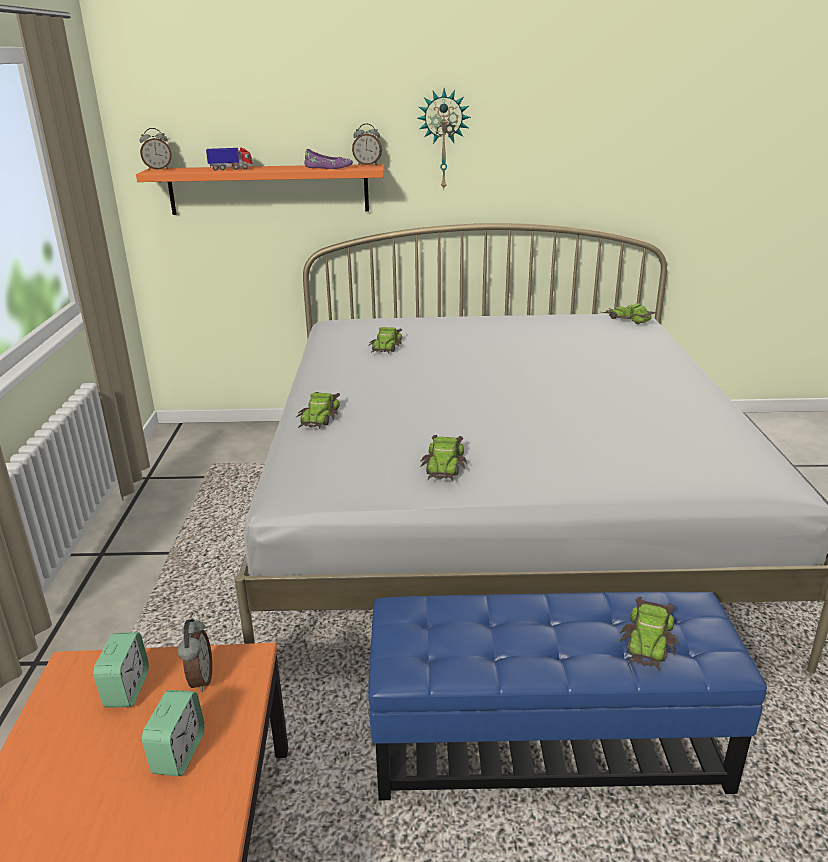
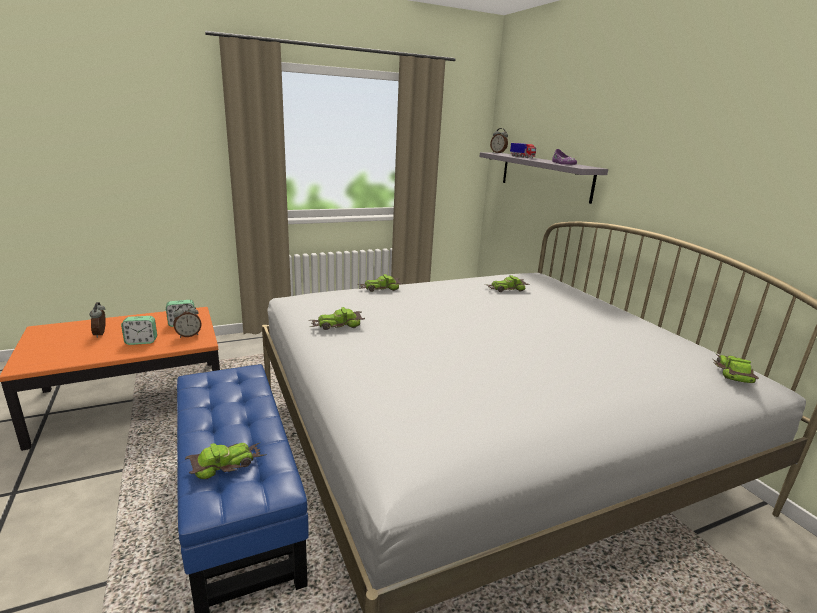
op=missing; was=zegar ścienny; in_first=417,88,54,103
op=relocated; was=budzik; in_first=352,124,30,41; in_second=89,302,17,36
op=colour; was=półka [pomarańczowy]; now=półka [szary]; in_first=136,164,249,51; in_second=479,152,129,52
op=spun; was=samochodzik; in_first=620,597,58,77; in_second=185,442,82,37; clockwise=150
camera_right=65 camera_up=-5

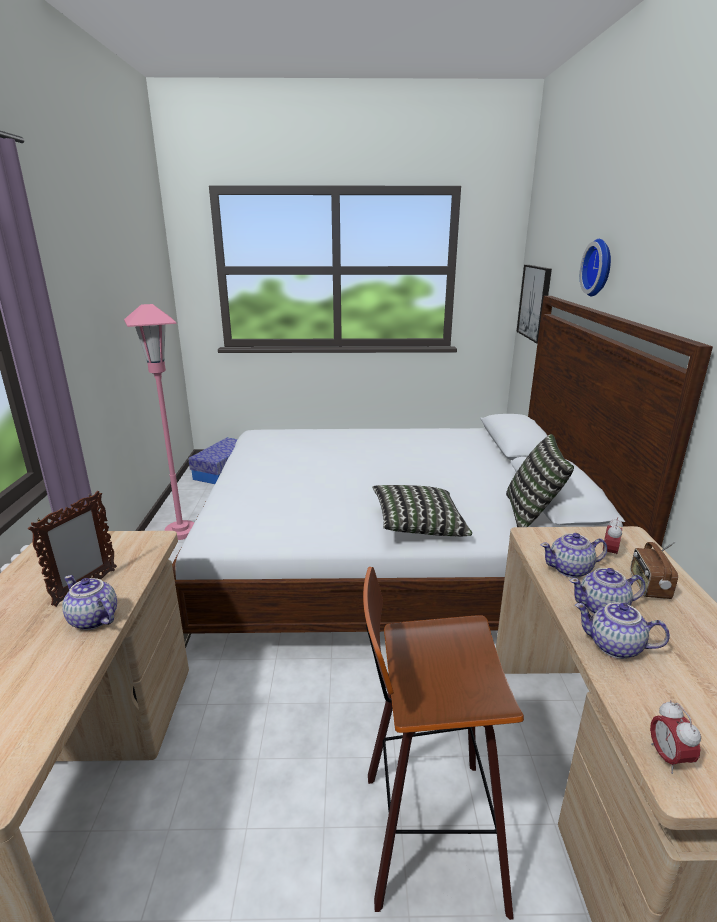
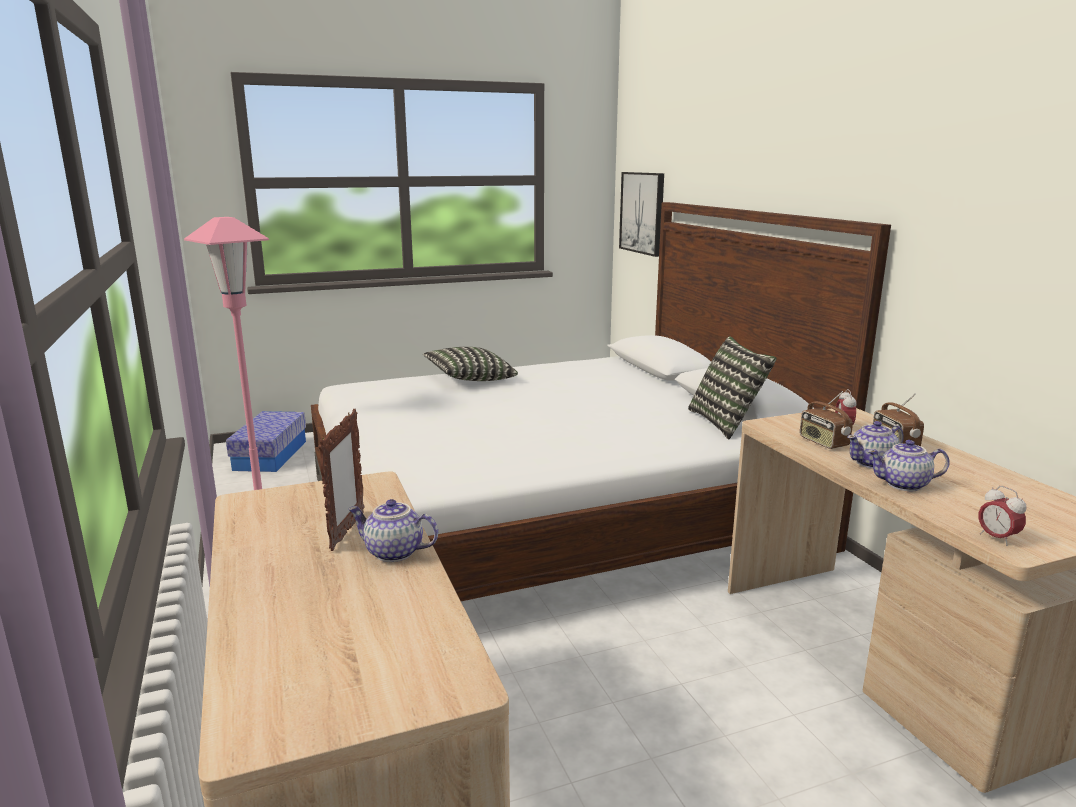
op=missing; was=stołek; in_first=363,567,161,353
op=missing; was=zegar ścienny; in_first=580,239,31,57
op=relocated; was=poduszka; in_first=372,485,100,52; in_second=423,347,95,34
op=exchanged; was=imbryk; now=radio; in_first=541,533,66,45; in_second=800,391,53,58
camera_right=-20 camera_up=-5

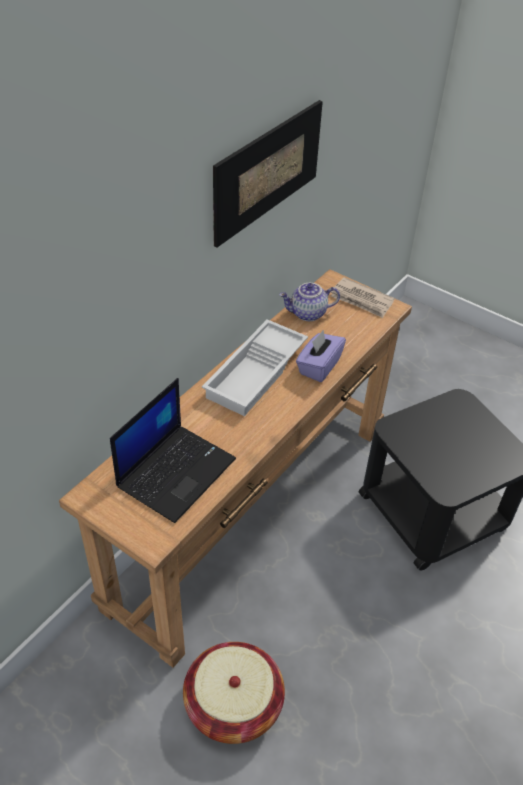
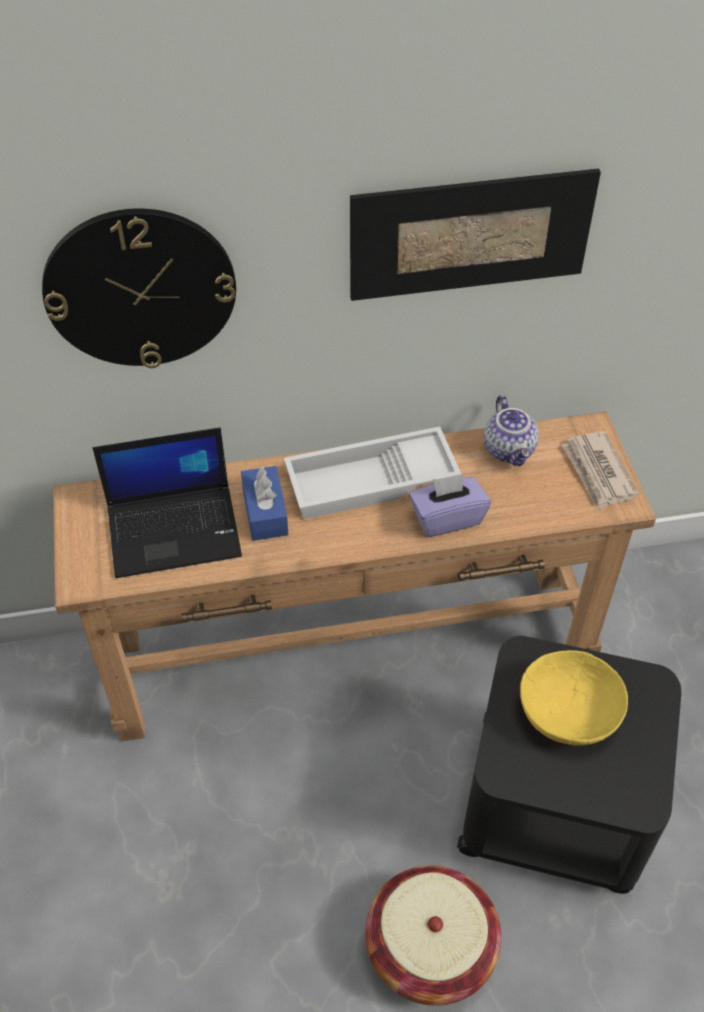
op=appeared; now=zegar ścienny; in_second=42,208,194,160
op=appeared; now=pudełko chusteczek [niebieski]; in_second=241,466,48,75
op=appeared; now=miska [żółty]; in_second=520,650,108,96
op=relocated; was=koszyk; in_first=183,642,102,102; in_second=365,865,136,141
op=spun; was=imbryk; in_first=279,283,61,38; in_second=484,395,55,71; clockwise=-135
camera_right=45 camera_up=5

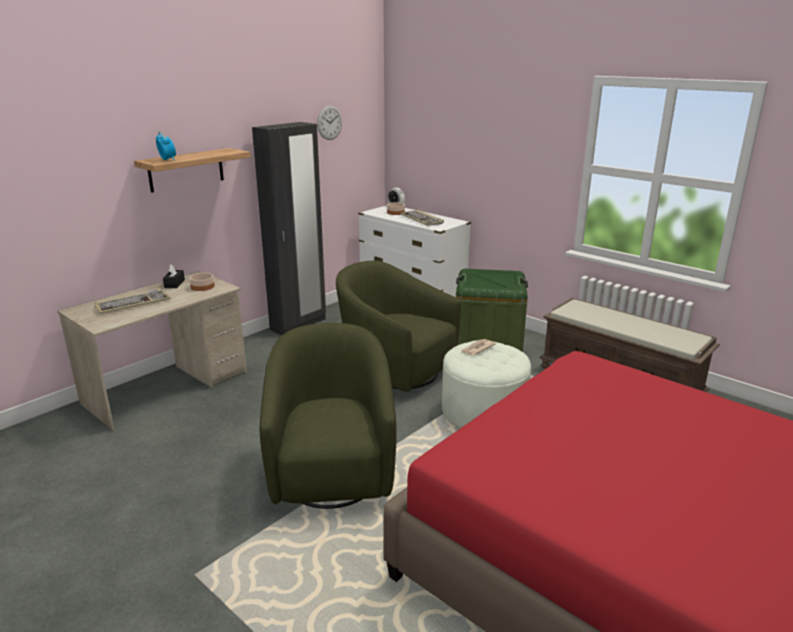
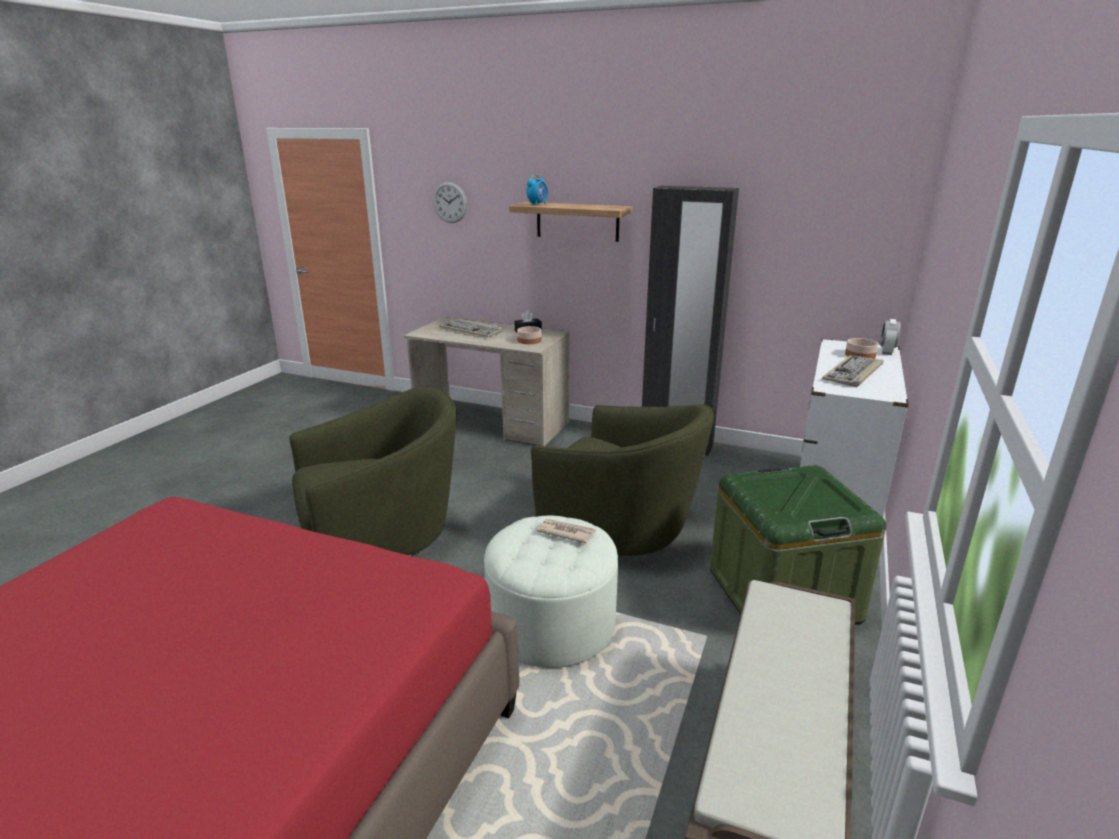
op=relocated; was=zegar ścienny; in_first=317,106,25,34; in_second=433,182,35,41
op=spun; was=fotel [zielony]; in_first=336,261,125,131; in_second=531,404,183,152; clockwise=105
camera_right=70 camera_up=0

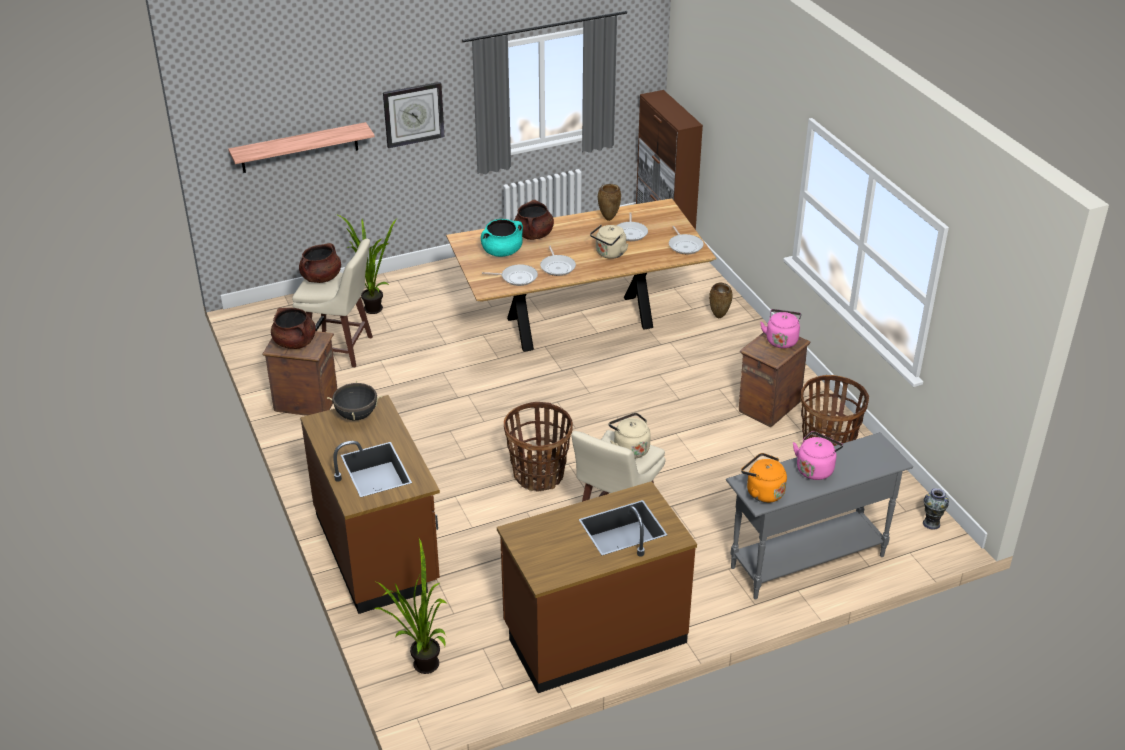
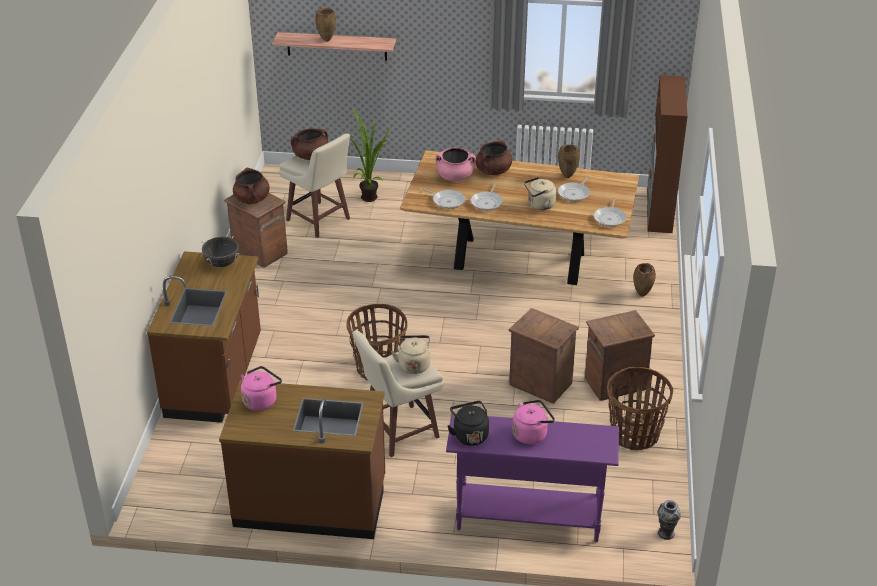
op=missing; was=roślina doniczkowa; in_first=374,539,73,135
op=missing; was=zegar ścienny; in_first=383,82,61,66
op=appeared; now=wazon [brązowy]; in_second=315,8,21,34
op=appeared; now=skrzynka; in_second=509,308,70,96
op=relocated; was=czajnik [różowy]; in_first=760,309,41,39; in_second=241,366,41,45
op=colour; was=garnek [turkusowy]; now=garnek [różowy]; in_first=481,219,42,38; in_second=436,147,40,34
op=colour; was=stolik konsolowy [szary]; now=stolik konsolowy [fioletowy]; in_first=726,432,187,168; in_second=446,414,173,128
op=colour; was=czajnik [pomarańczowy]; now=czajnik [czarny]; in_first=741,453,46,50; in_second=448,401,41,45
camera_right=30 camera_up=0

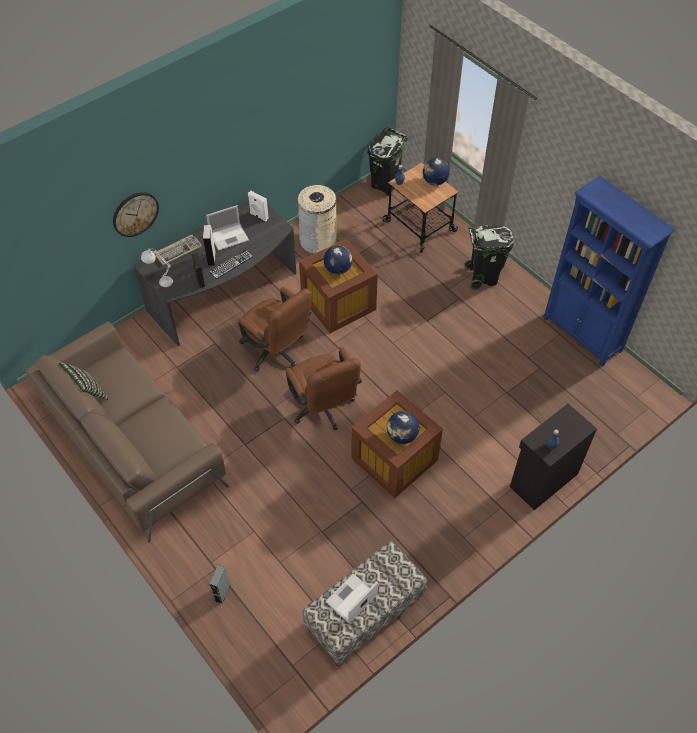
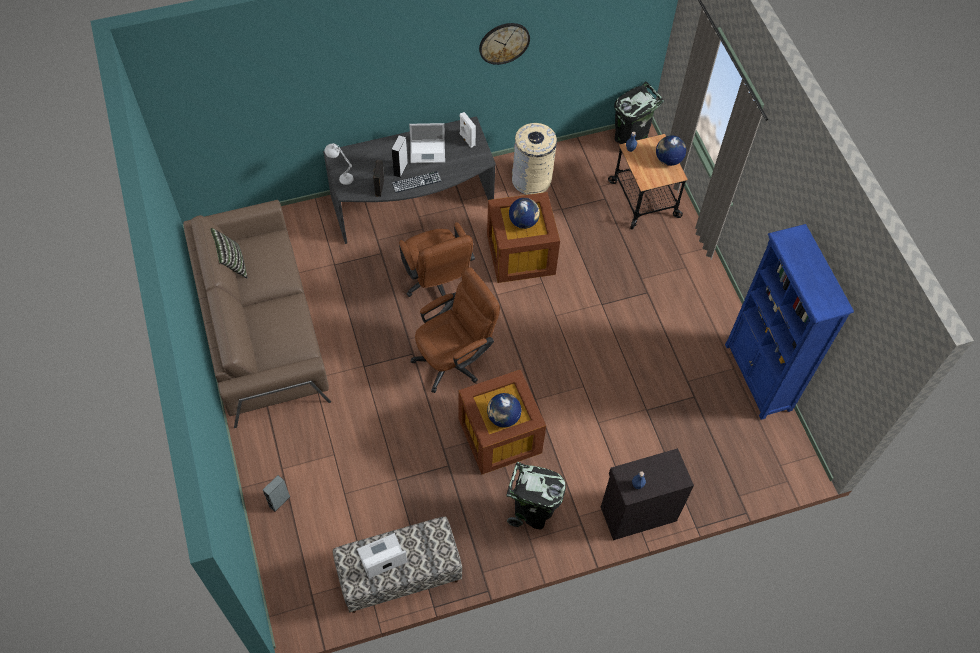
op=missing; was=klawiatura; in_first=155,235,47,30
op=relocated; was=zegar ścienny; in_first=113,192,46,45; in_second=479,23,51,42
op=relocated; was=kosz na śmieci [czarny]; in_first=465,225,49,65; in_second=506,461,60,68
op=spun; was=krzesło biurowe [brązowy]; in_first=286,347,76,84; in_second=411,267,89,126; clockwise=-120
camera_right=20 camera_up=5

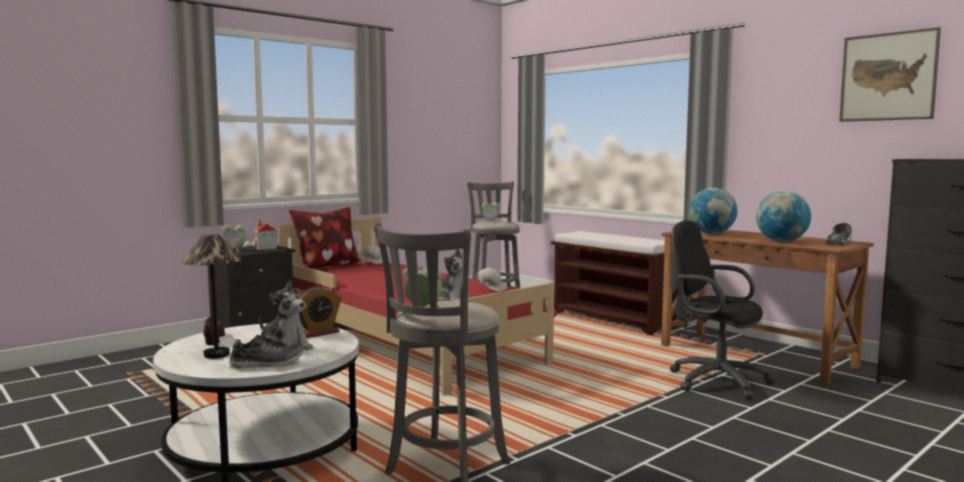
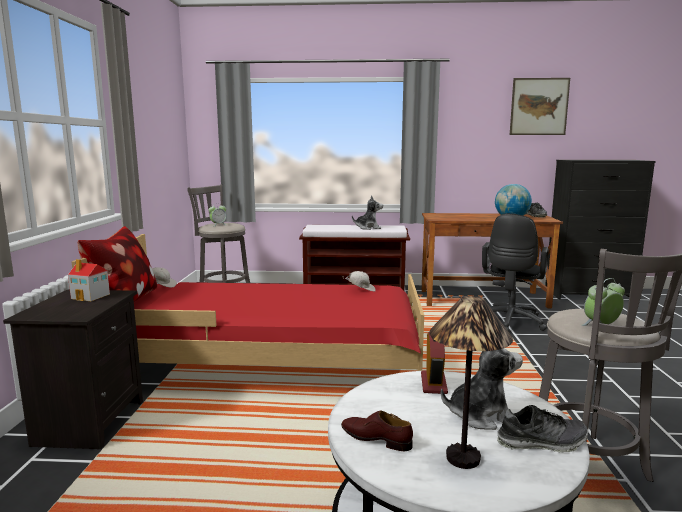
op=missing; was=budzik; in_first=222,221,24,31
op=missing; was=globus; in_first=689,188,49,46
op=relocated; was=pluszak; in_first=437,249,35,52; in_second=352,196,31,34
op=spun; was=but; in_first=229,335,74,35; in_second=497,405,91,47; clockwise=60
op=spun; was=krzesło biurowe [czarny]; in_first=670,220,105,180; in_second=482,213,67,118; clockwise=-60
camera_right=-45 camera_up=5

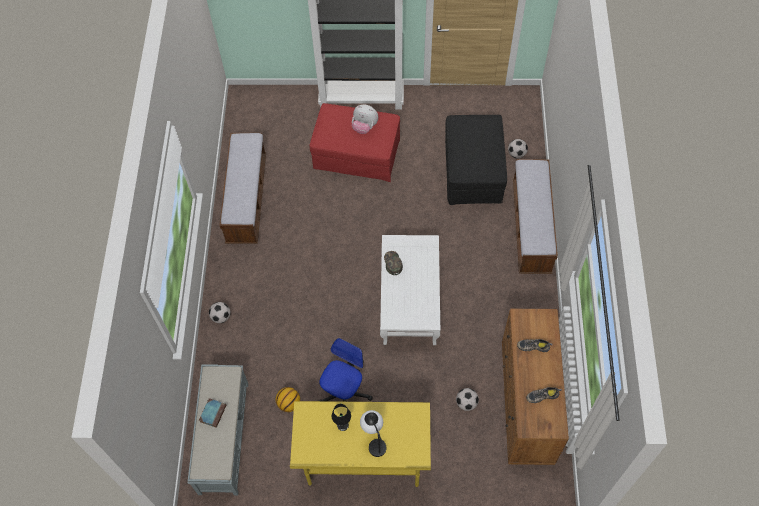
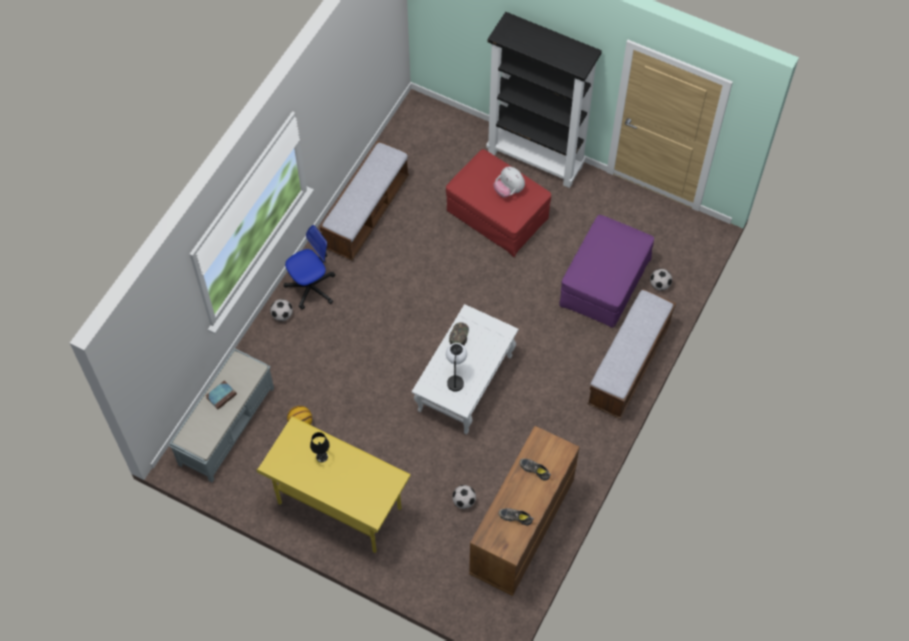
op=relocated; was=krzesło biurowe; in_first=318,338,55,64; in_second=284,225,51,85
op=relocated; was=lampa stołowa; in_first=360,410,26,47; in_second=446,343,21,49
op=colour; was=pufa [czarny]; now=pufa [fioletowy]; in_first=445,115,62,90; in_second=559,215,95,113
camera_right=25 camera_up=0

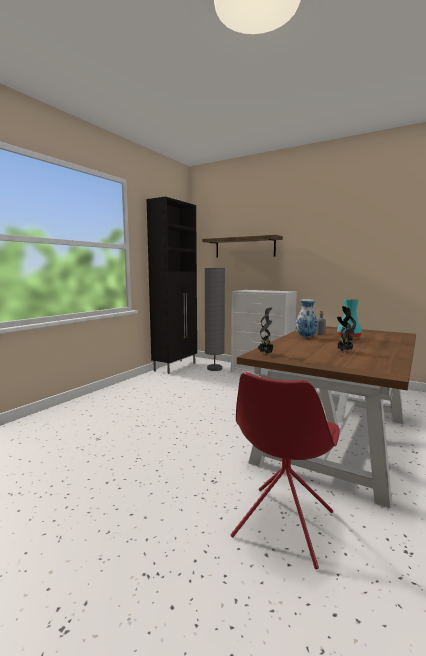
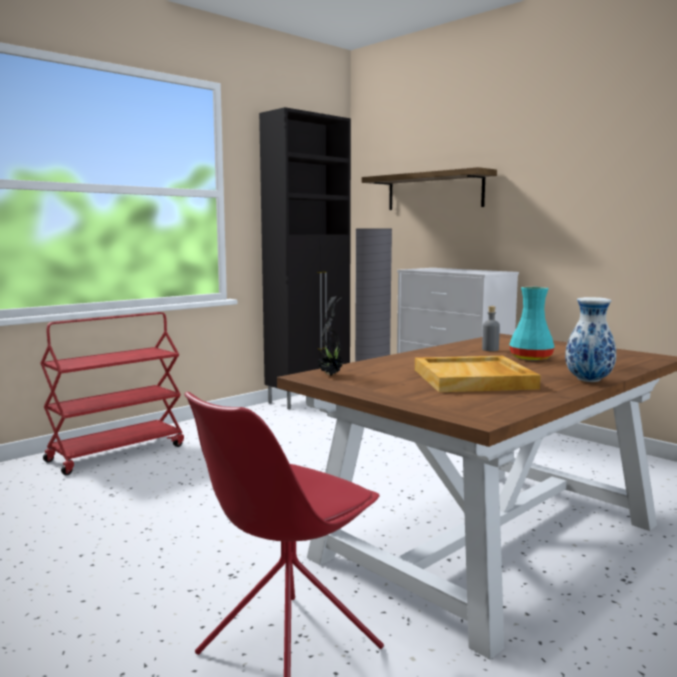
op=appeared; now=wózek [czerwony]; in_second=40,312,144,163
op=relocated; was=wazon; in_first=296,299,22,39; in_second=565,297,51,85
op=exchanged; was=roślina doniczkowa; now=taca [beżowy]; in_first=337,306,19,45; in_second=415,356,126,36
camera_right=15 camera_up=0

